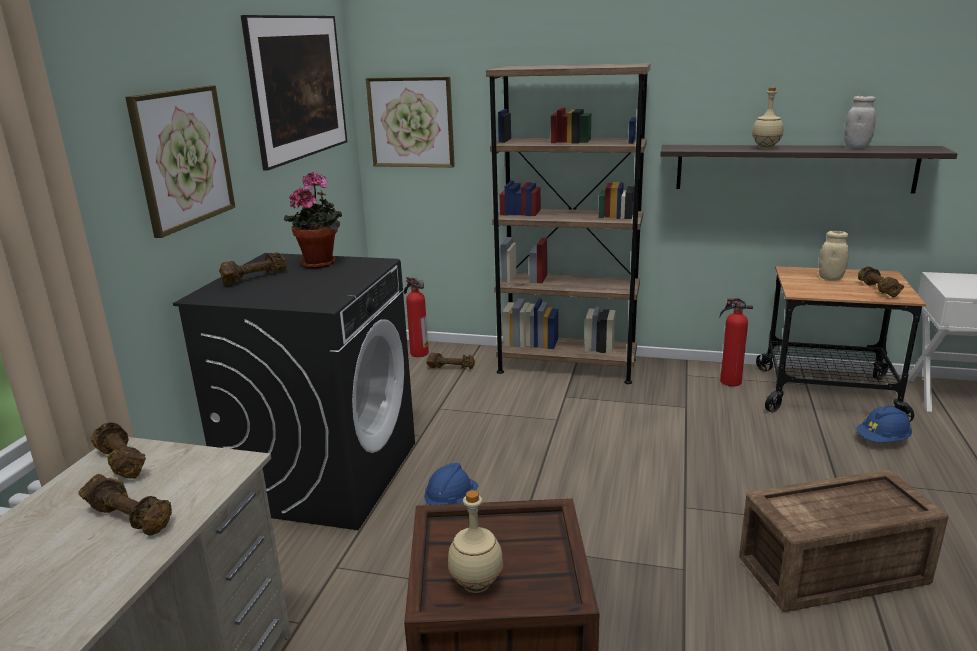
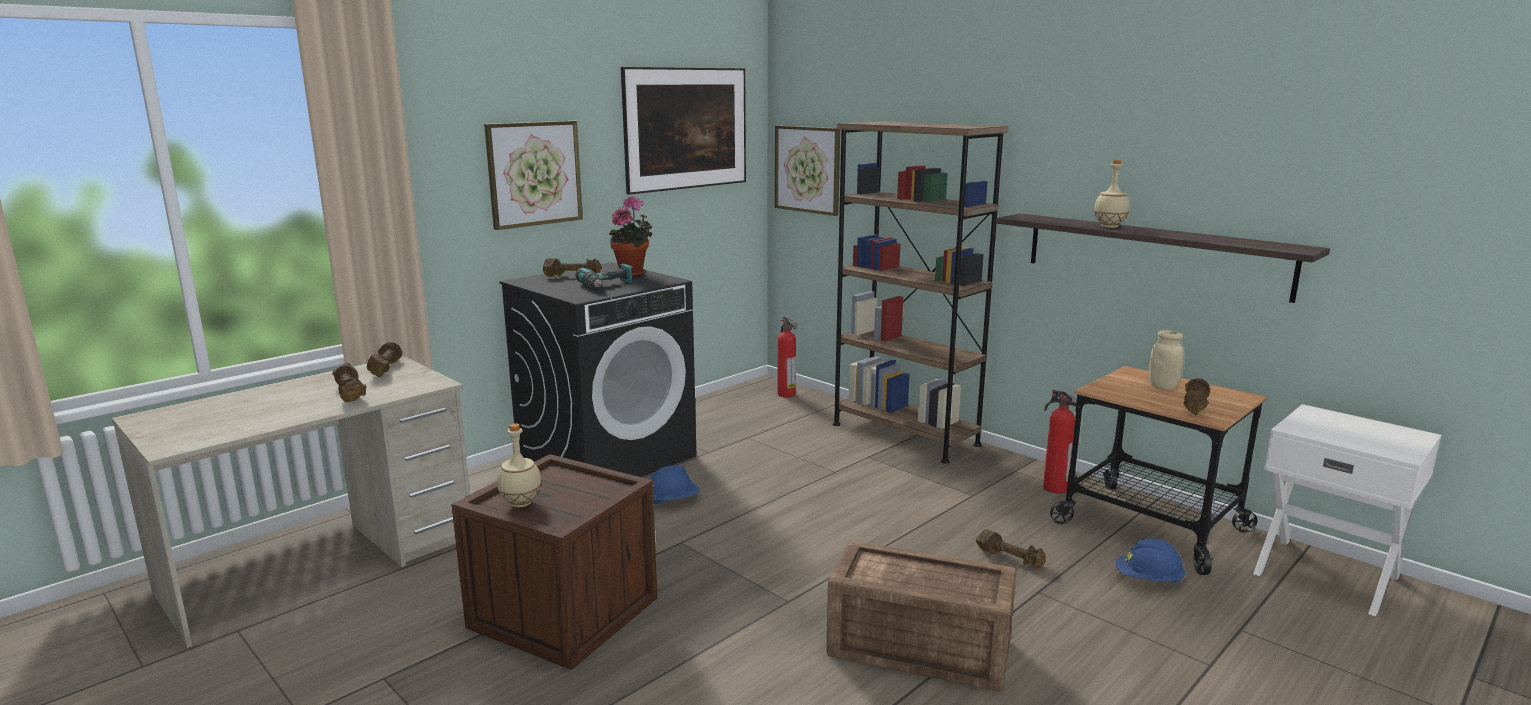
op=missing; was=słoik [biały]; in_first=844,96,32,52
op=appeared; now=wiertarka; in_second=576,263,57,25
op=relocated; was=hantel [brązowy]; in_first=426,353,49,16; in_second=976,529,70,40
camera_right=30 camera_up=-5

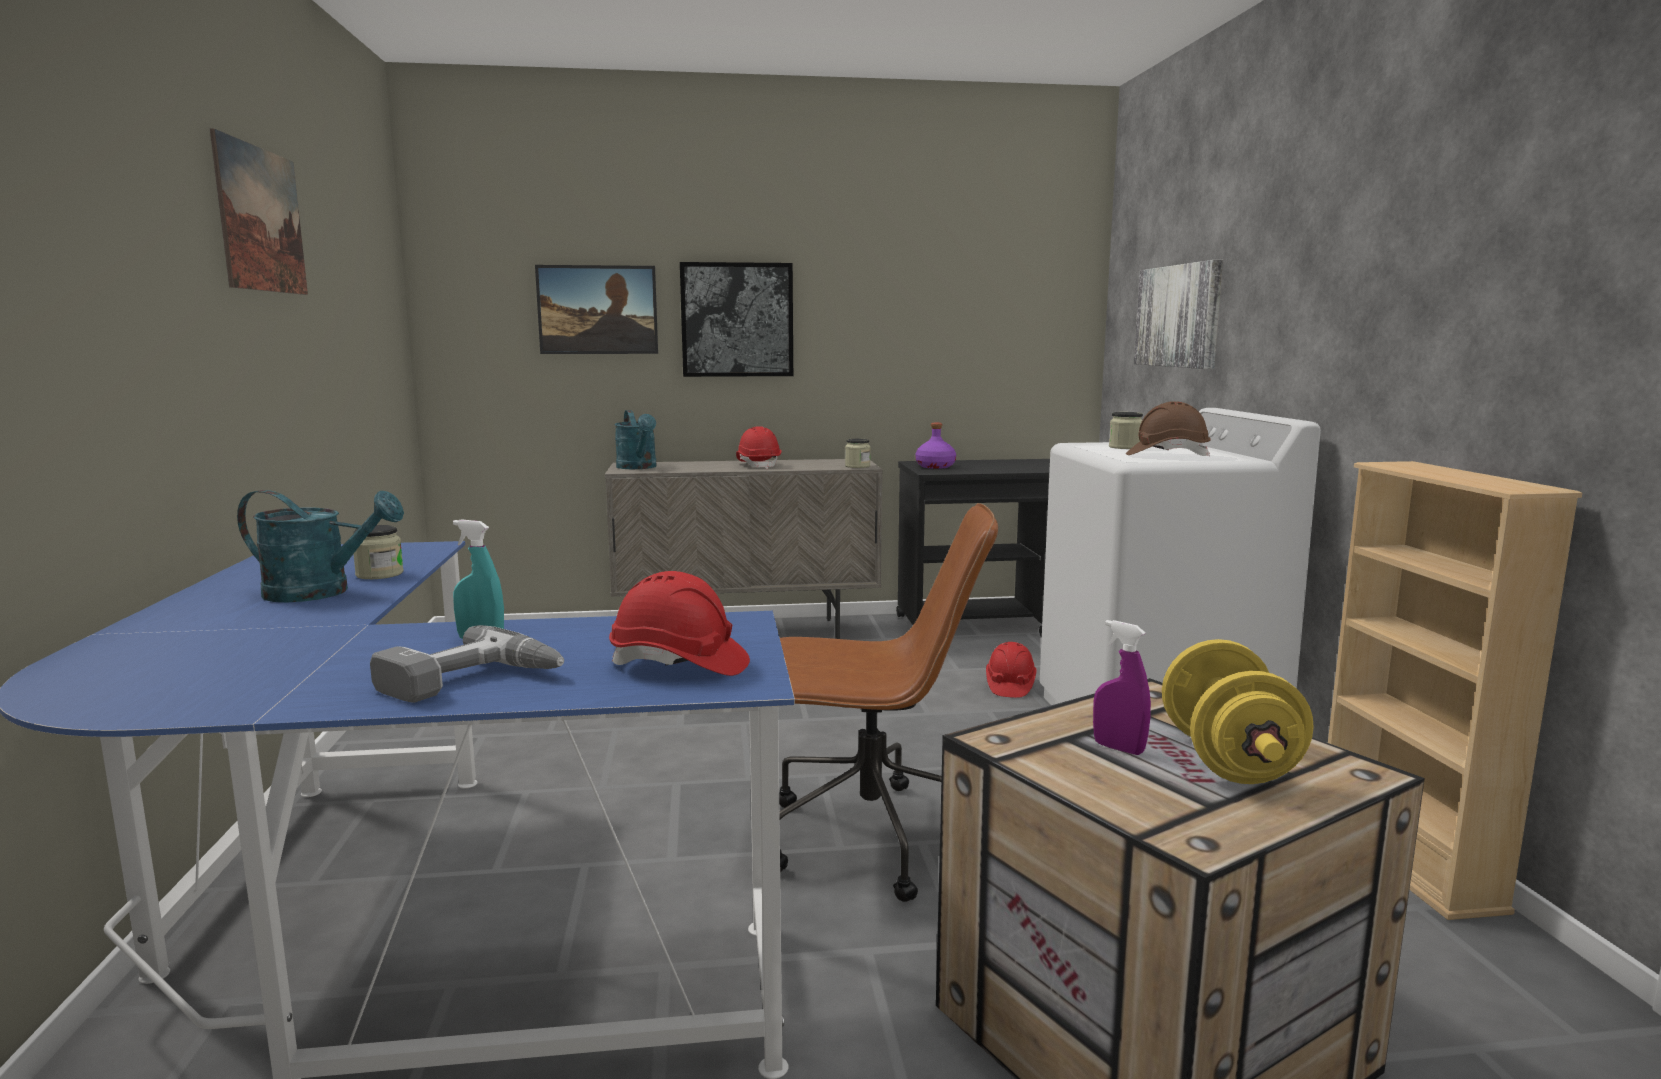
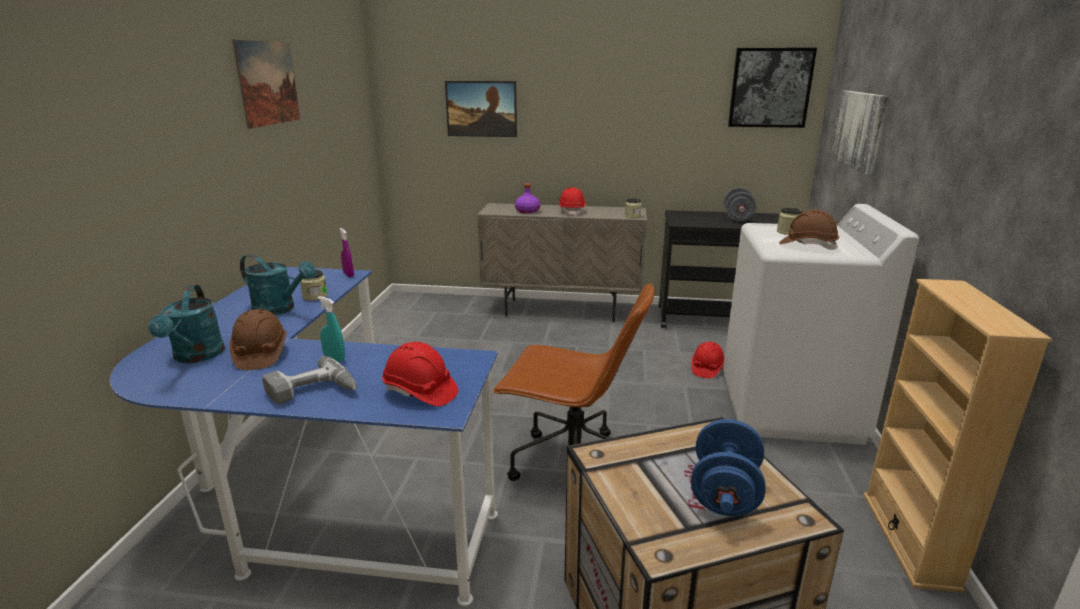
op=appeared; now=kask [brązowy]; in_second=229,309,58,61
op=appeared; now=hantel [szary]; in_second=724,187,32,34
op=relocated; was=konewka [turkusowy]; in_first=614,410,43,59; in_second=148,285,77,78
op=relocated; was=obraz; in_first=680,262,113,115; in_second=728,48,89,80
op=relocated; was=butelka [fioletowy]; in_first=915,423,41,46; in_second=515,183,25,30
op=relocated; was=spryskiwacz [fioletowy]; in_first=1093,620,58,135; in_second=340,228,14,49
op=colour; was=hantel [żółty]; now=hantel [niebieski]; in_first=1162,639,152,145; in_second=691,419,75,97
camera_right=15 camera_up=10

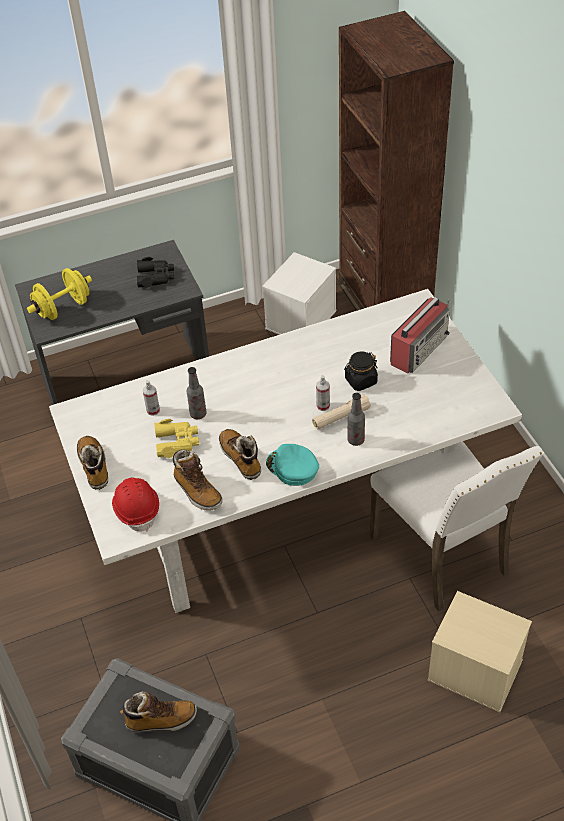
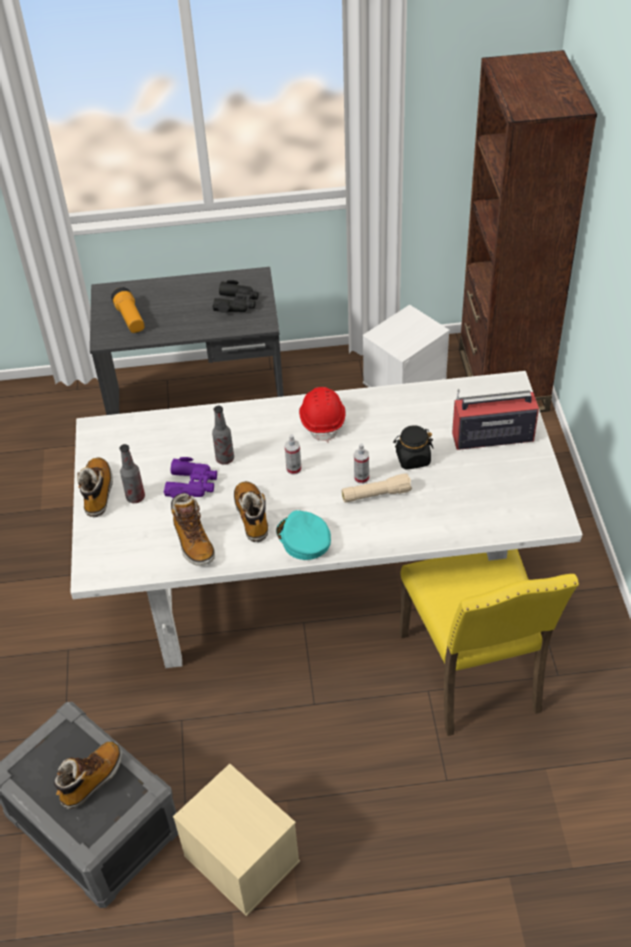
op=relocated; was=kask [czerwony]; in_first=112,477,47,54; in_second=299,387,47,56
op=relocated; was=spryskiwacz; in_first=143,380,17,36; in_second=285,434,16,41
op=relocated; was=butelka; in_first=347,393,18,53; in_second=120,444,25,59
op=relocated; was=pojemnik do przechowywania [beżowy]; in_first=428,591,104,121; in_second=173,764,127,152
op=exchanged; was=hantel [żółty]; now=latarka; in_first=27,268,65,52; in_second=111,287,33,46
op=colour; was=lornetka [żółty]; now=lornetka [fioletowy]; in_first=154,419,45,39; in_second=164,457,53,41
op=colour; was=krzesło [biały]; now=krzesło [żółty]; in_first=370,441,174,171; in_second=400,549,179,187
op=spun; was=but z cholewką; in_first=120,691,77,41; in_second=54,742,68,67; clockwise=-60
op=spun; was=radio; in_first=390,297,60,77; in_second=452,389,87,61; clockwise=-150
camera_right=15 camera_up=0

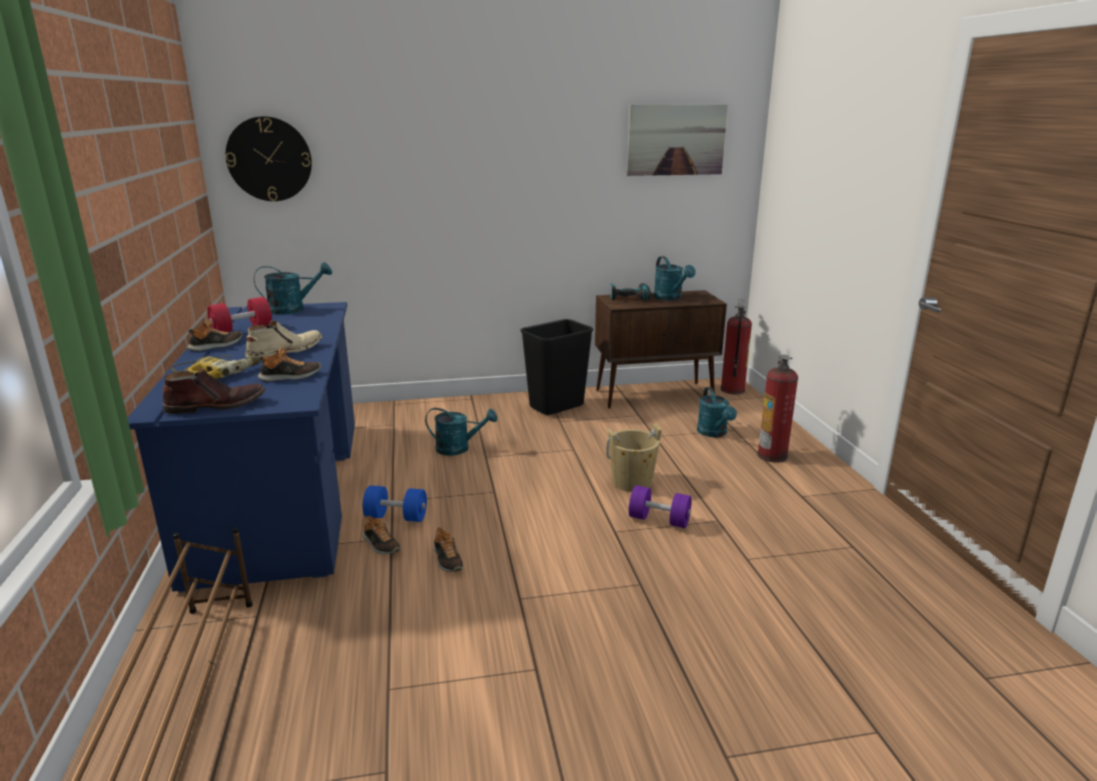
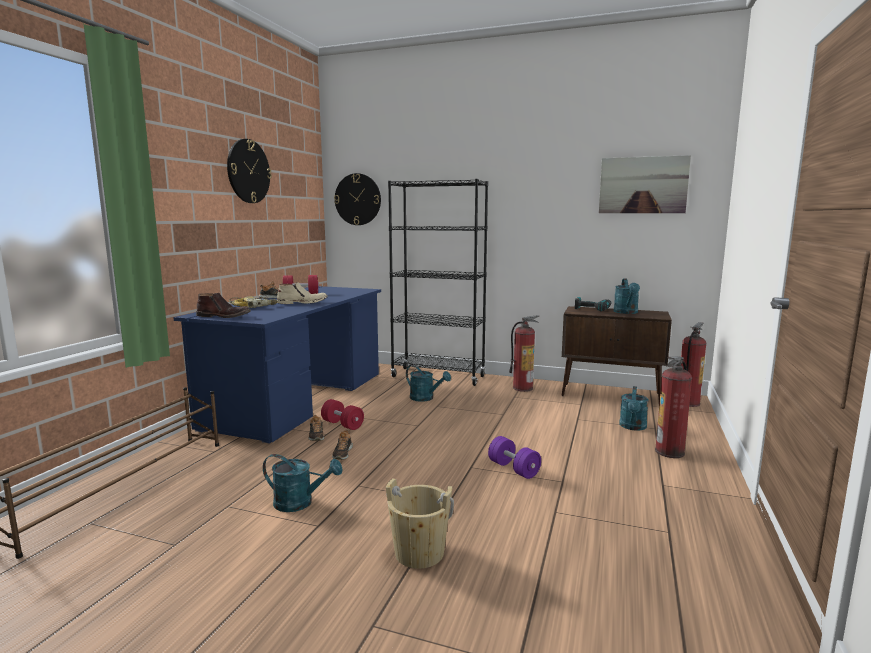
op=missing; was=but; in_first=258,347,63,35
op=appeared; now=zegar ścienny; in_second=227,139,45,64
op=appeared; now=regał [czarny]; in_second=388,179,100,207
op=relocated; was=konewka [turkusowy]; in_first=254,262,78,52; in_second=263,454,80,58
op=relocated; was=wiadro [beżowy]; in_first=606,423,56,69; in_second=386,478,68,91
op=exchanged; was=kosz na śmieci [czarny]; now=gaśnica; in_first=521,319,72,96; in_second=509,315,30,77
op=colour; was=hantel [niebieski]; now=hantel [czerwony]; in_first=363,486,64,36; in_second=321,399,43,31
camera_right=30 camera_up=-10

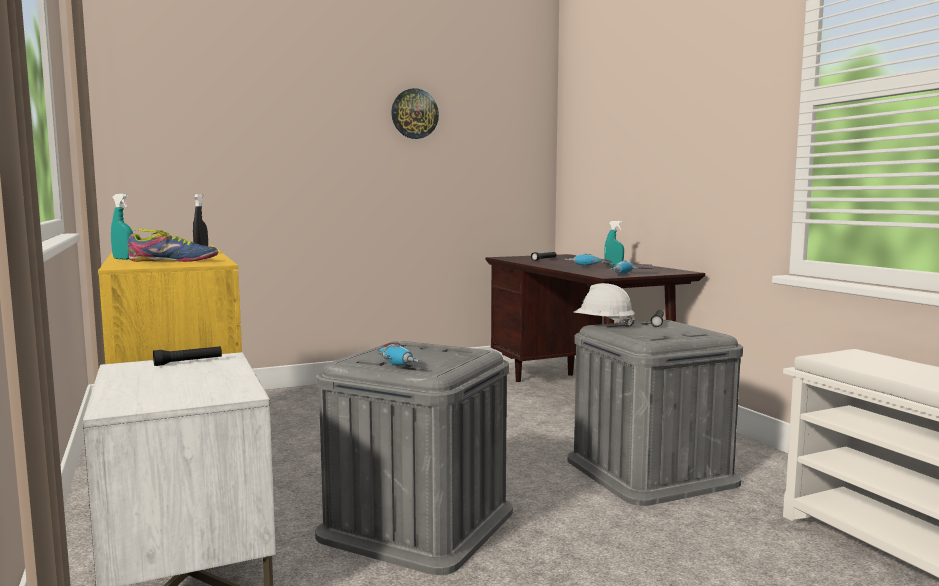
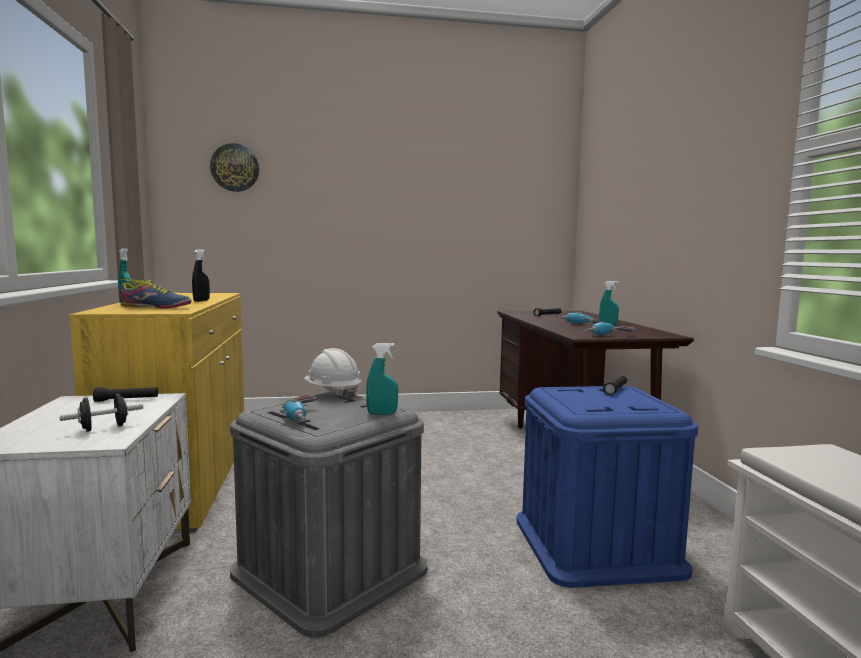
op=appeared; now=hantel [czarny]; in_second=60,394,83,38
op=appeared; now=spryskiwacz [turkusowy]; in_second=366,343,32,72
op=relocated; was=zegar ścienny; in_first=391,88,48,51; in_second=210,143,49,49
op=relocated; was=kask [biały]; in_first=573,283,62,45; in_second=304,348,58,52
op=colour; was=pojemnik do przechowywania [szary]; now=pojemnik do przechowywania [niebieski]; in_first=568,320,175,186; in_second=516,386,182,202
camera_right=15 camera_up=0

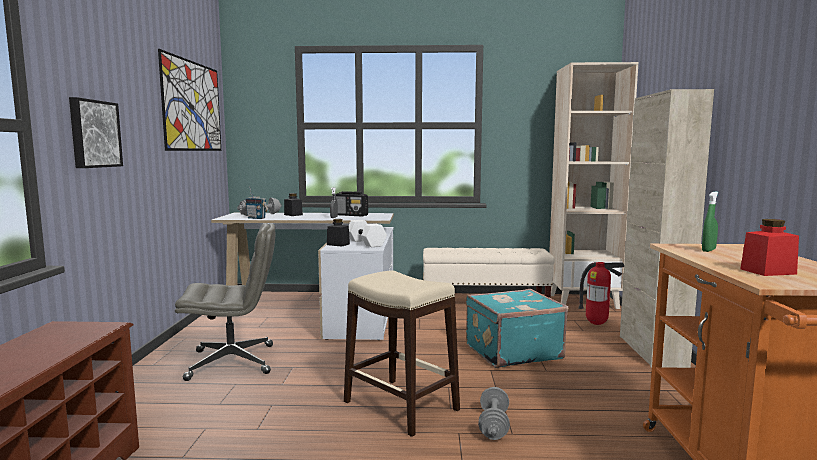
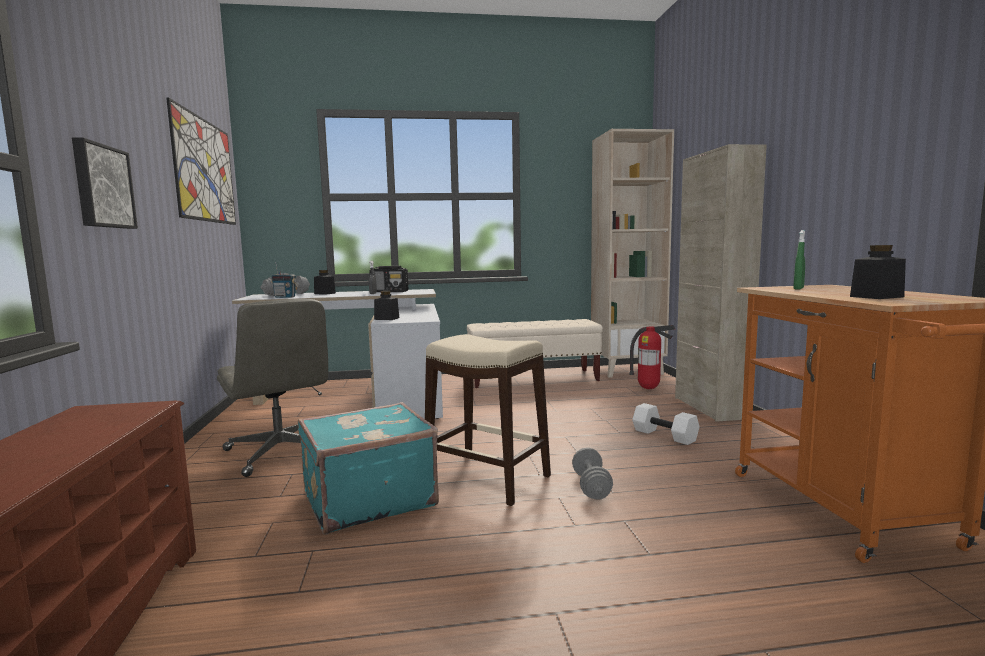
op=relocated; was=hantel [biały]; in_first=348,220,39,27; in_second=632,403,68,42
op=relocated; was=walizka [turkusowy]; in_first=466,289,102,79; in_second=298,402,141,133
op=colour; was=słoik [czerwony]; now=słoik [czarny]; in_first=740,219,59,57; in_second=850,245,56,54
op=spun; was=krzesło biurowe [szary]; in_first=175,223,100,158; in_second=217,299,111,178; clockwise=75
camera_right=-10 camera_up=0

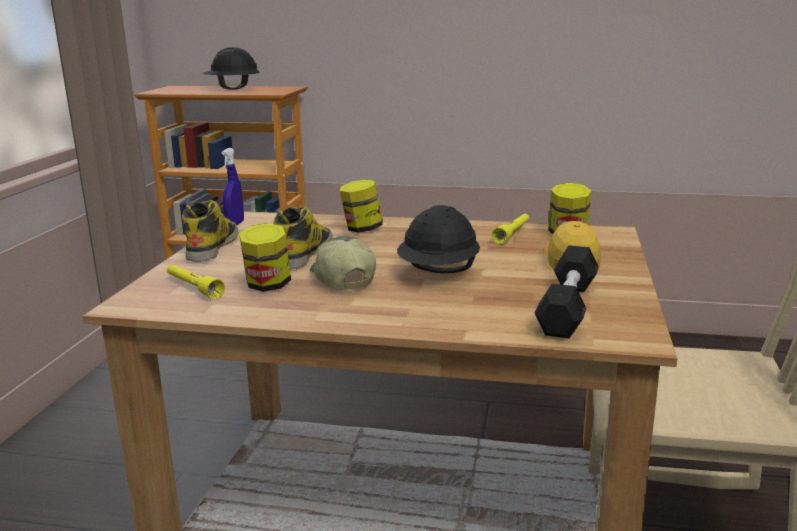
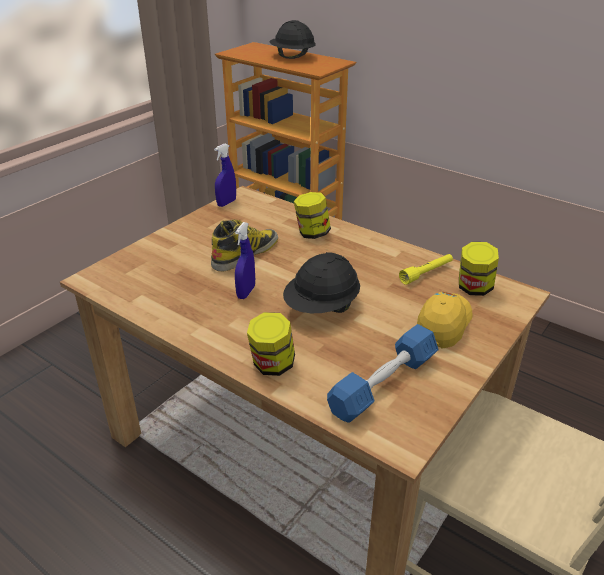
op=missing; was=latarka [żółty]; in_first=167,264,58,35
op=missing; was=but z cholewką; in_first=182,200,56,62
op=relocated; was=słoik; in_first=239,223,52,69; in_second=247,312,48,64
op=exchanged; was=czapka z daszkiem; now=spryskiwacz [niebieski]; in_first=310,236,66,54; in_second=235,222,20,77
op=colour; was=hantel [czarny]; now=hantel [niebieski]; in_first=535,245,64,93; in_second=327,324,111,99
camera_right=25 camera_up=15

